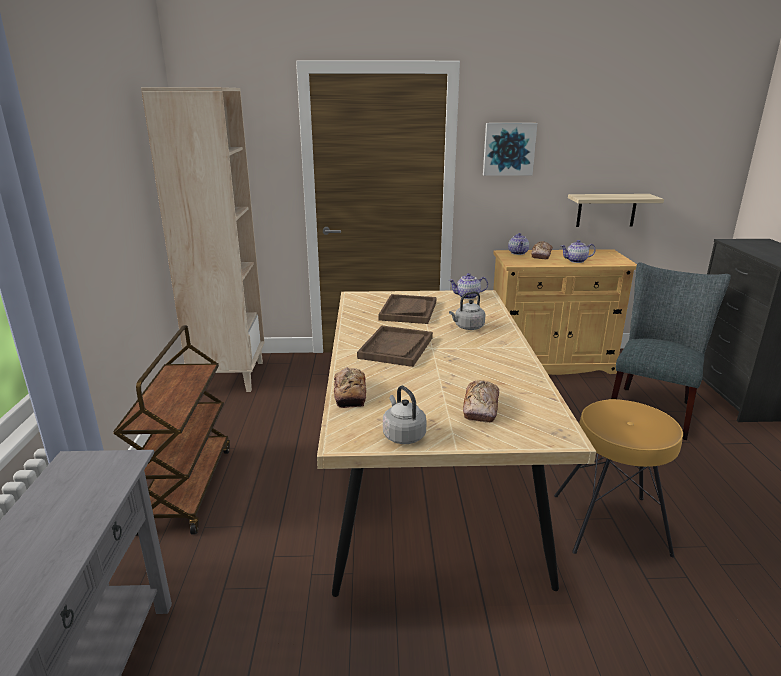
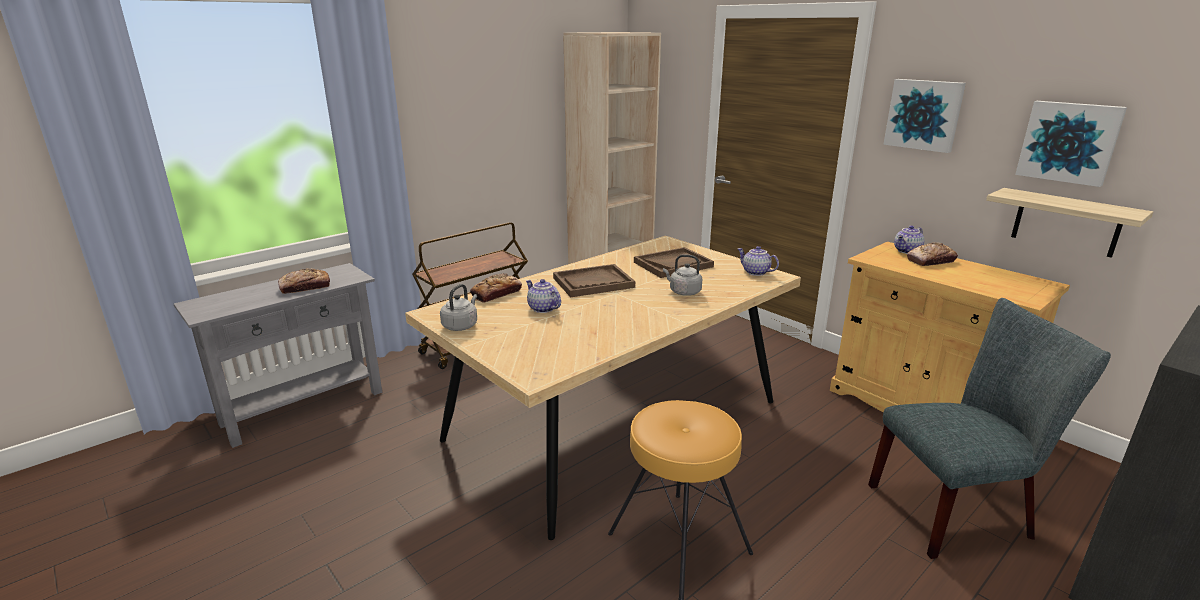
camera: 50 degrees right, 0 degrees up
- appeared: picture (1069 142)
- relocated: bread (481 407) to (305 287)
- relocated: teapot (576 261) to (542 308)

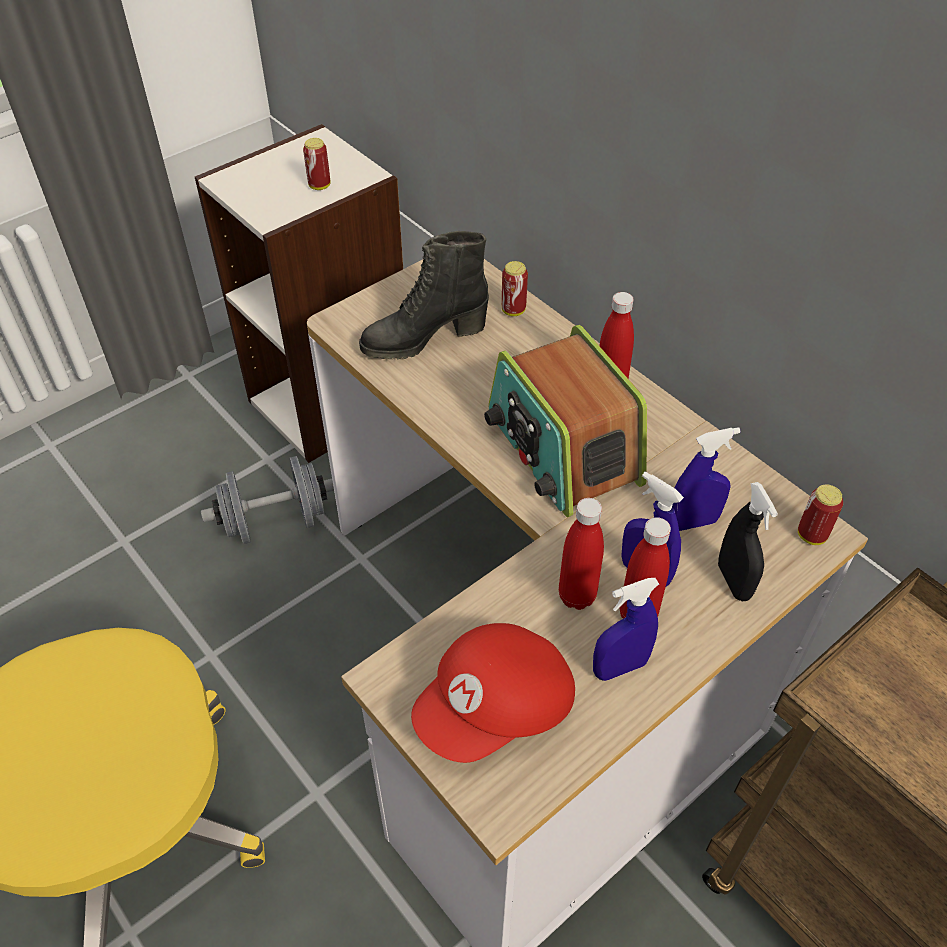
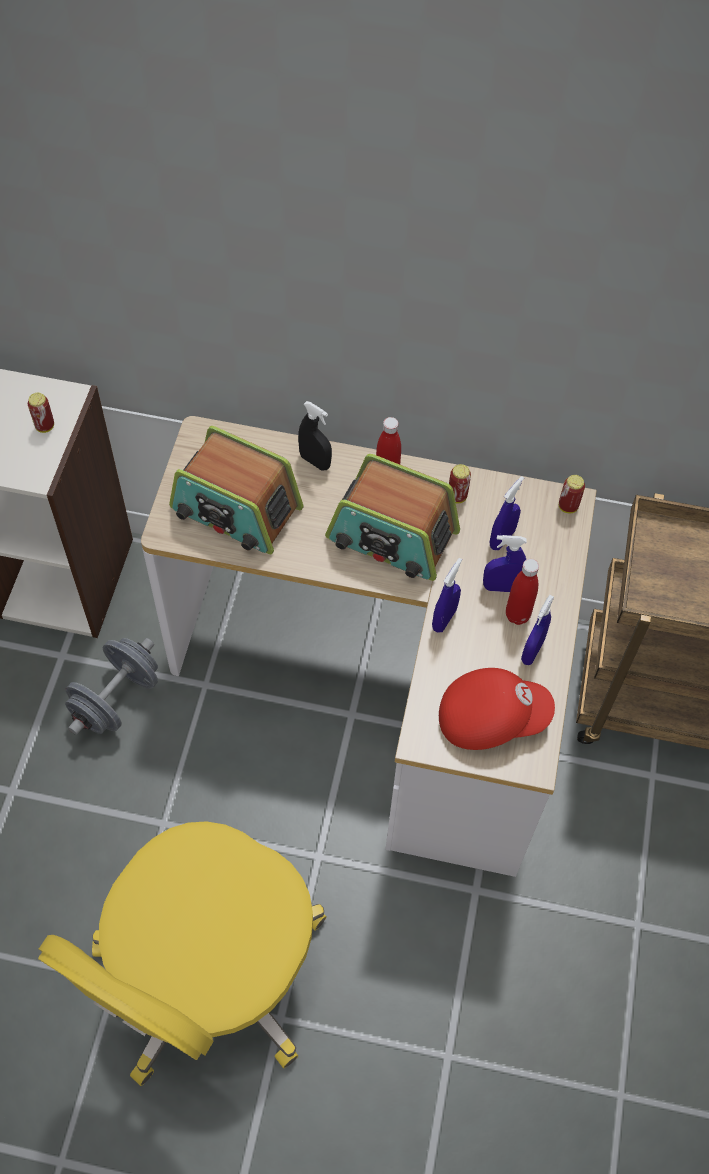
camera: 40 degrees left, 10 degrees up
- missing: red bottle (577 596)
- appeared: blue spray bottle (444 619)
- relocated: can (513 310) to (457 496)
- relocated: black spray bottle (733 581) to (315 461)
- exchanged: black boot (424 338) to radio (236 509)
- spun: red cap (497 709) = (491 717) 105 degrees counterclockwise

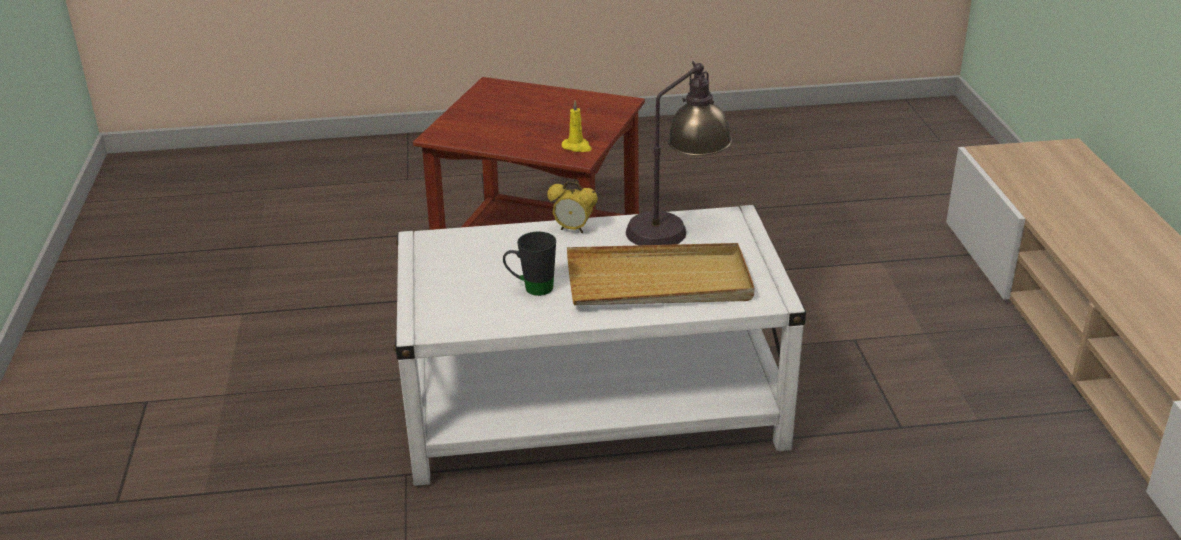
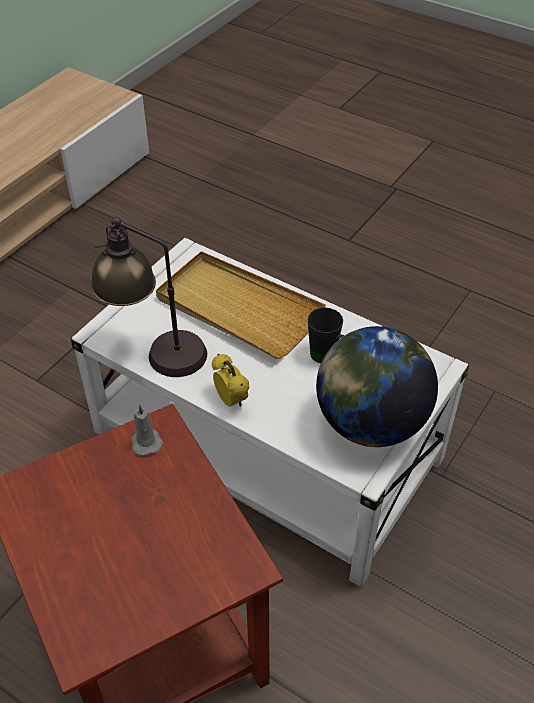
camera: 140 degrees left, 15 degrees up
- appeared: globe (370 423)
- colour: yellow candle (577 147) to grey candle (145 441)

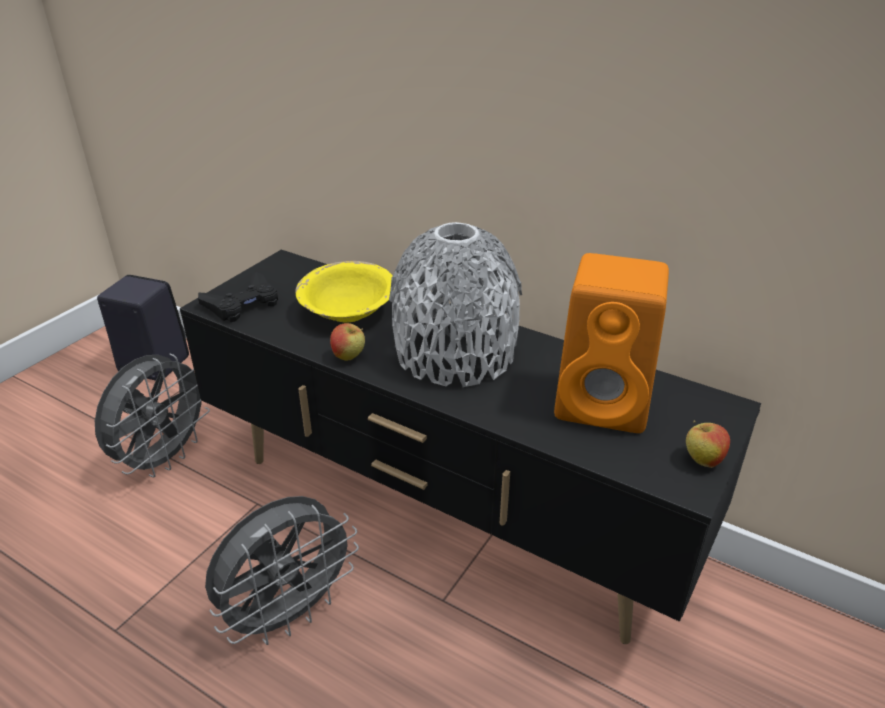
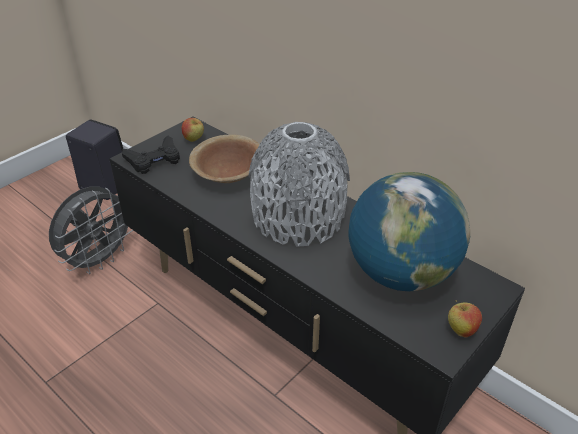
camera: 10 degrees right, 5 degrees up
- missing: grey fan (289 614)
- relocated: apple (349 357) to (194 140)
- exchanged: orange speaker (606 403) to globe (401 273)
- colour: yellow bowl (348 312) to brown bowl (228 174)

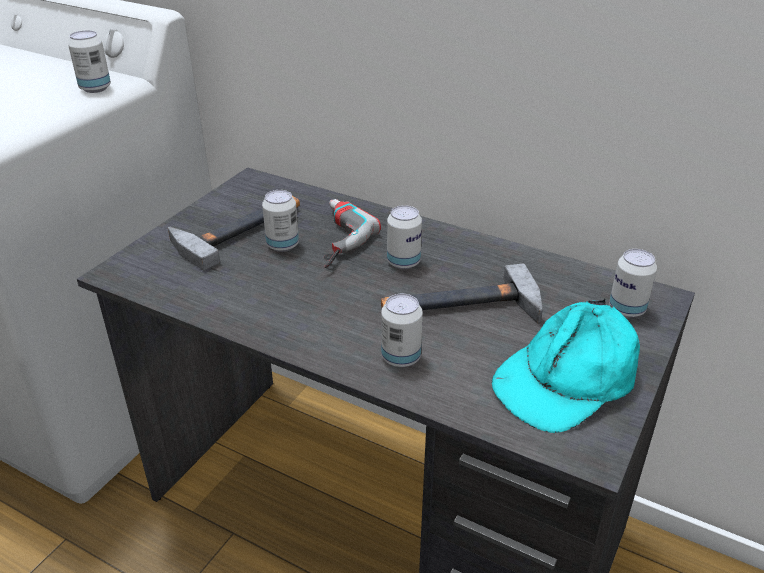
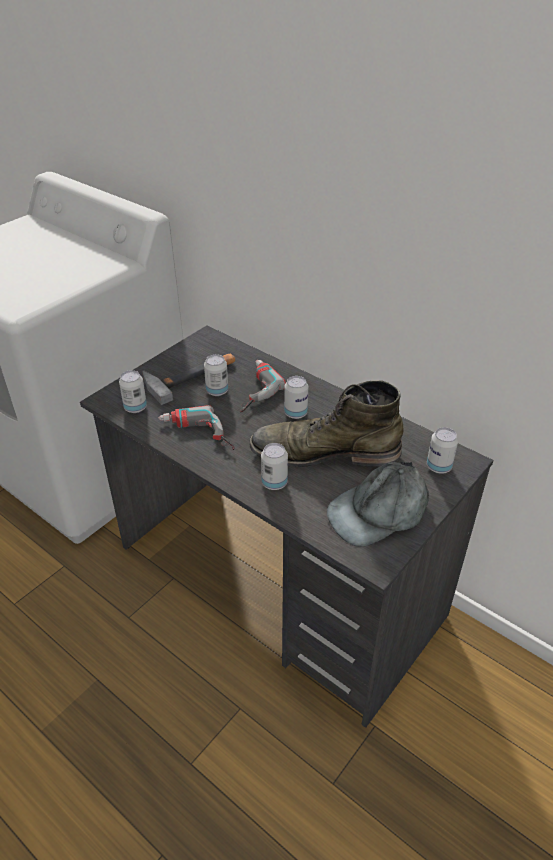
camera: 10 degrees right, 5 degrees up
- appeared: power drill (195 436)
- relocated: can (95 88) to (135 408)
- exchanged: hammer (460 307) to green boot (324 451)
- colour: turquoise cap (567 379) to grey cap (379 511)

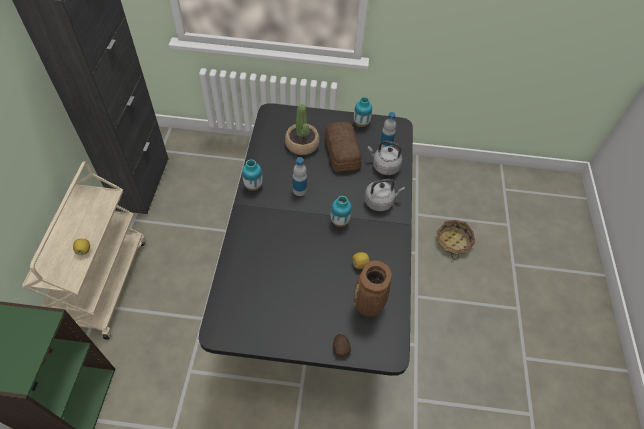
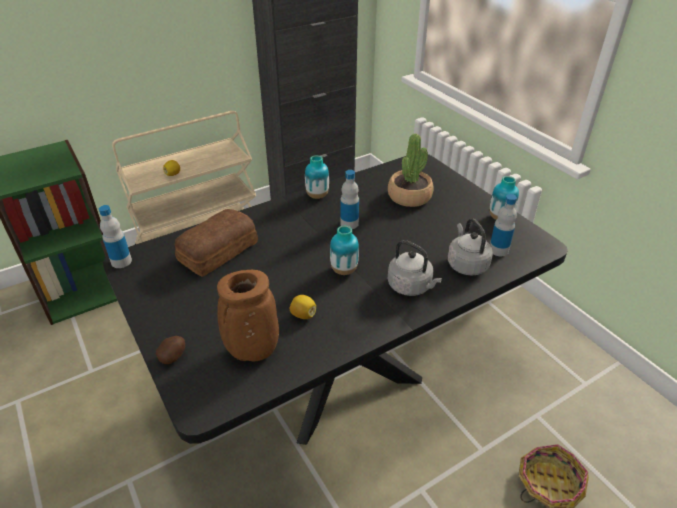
camera: 55 degrees right, 15 degrees down
- appeared: bottle (121 261)
- relocated: bread (341 153) to (216 251)

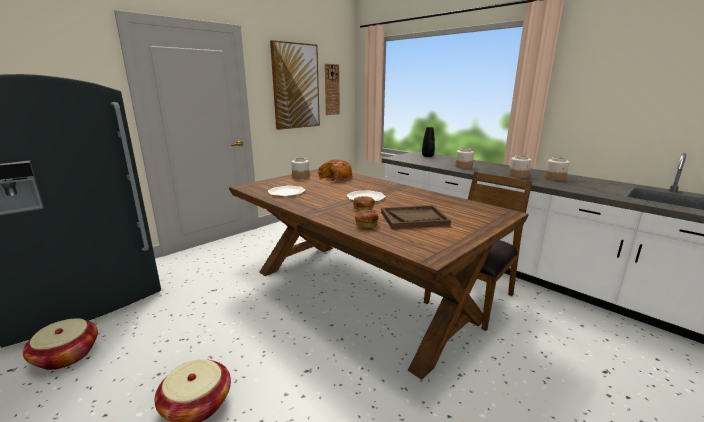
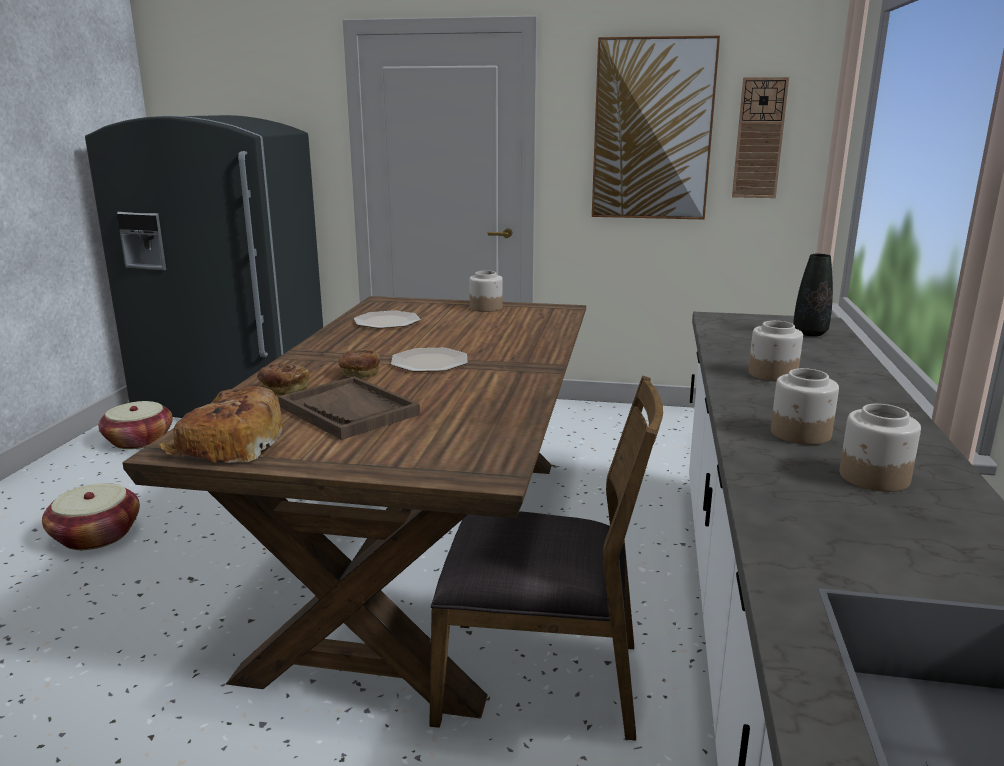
camera: 55 degrees right, 0 degrees up
- relocated: bread (335 178) to (228 445)

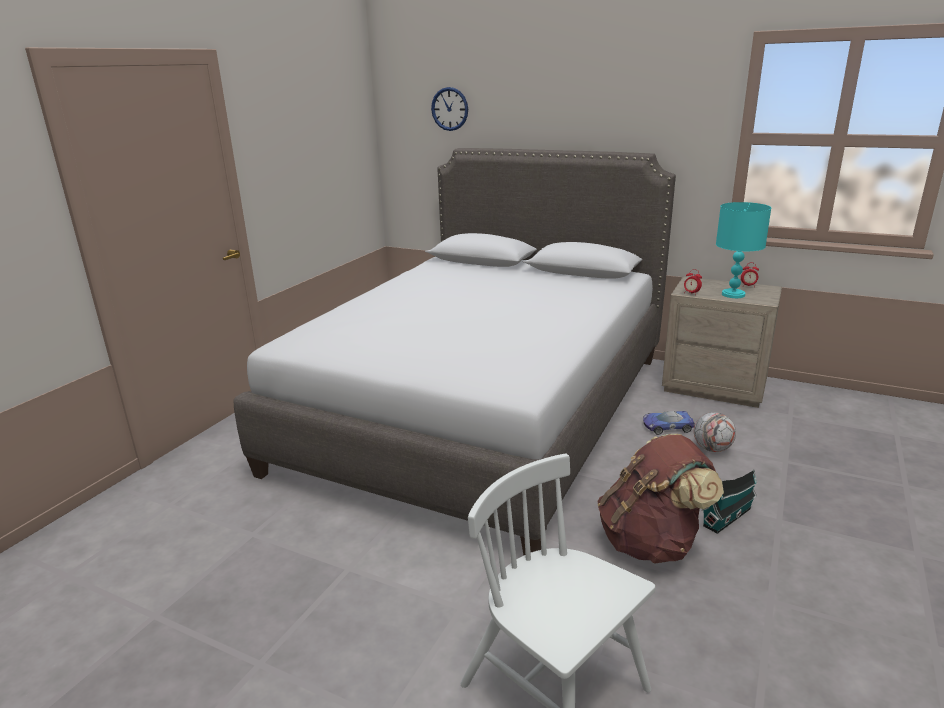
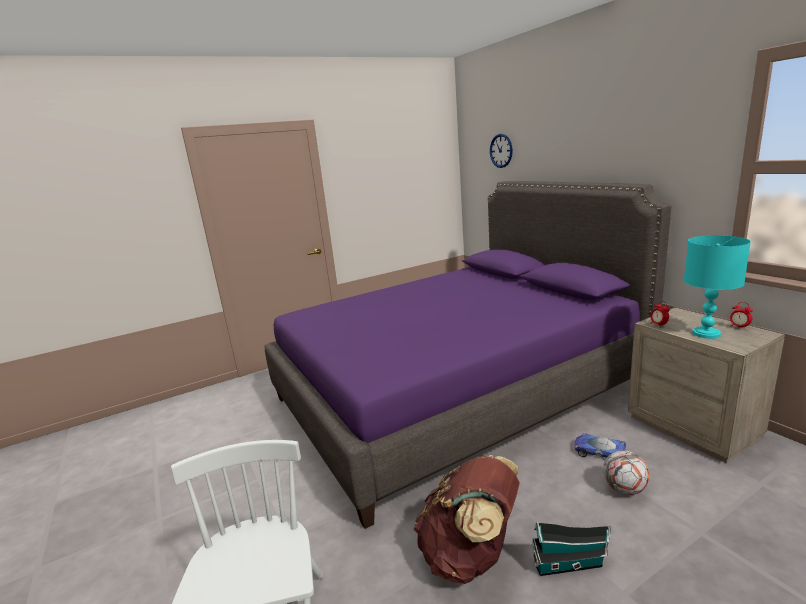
camera: 35 degrees right, 5 degrees down
- colour: grey bed (481 410) to purple bed (455 392)

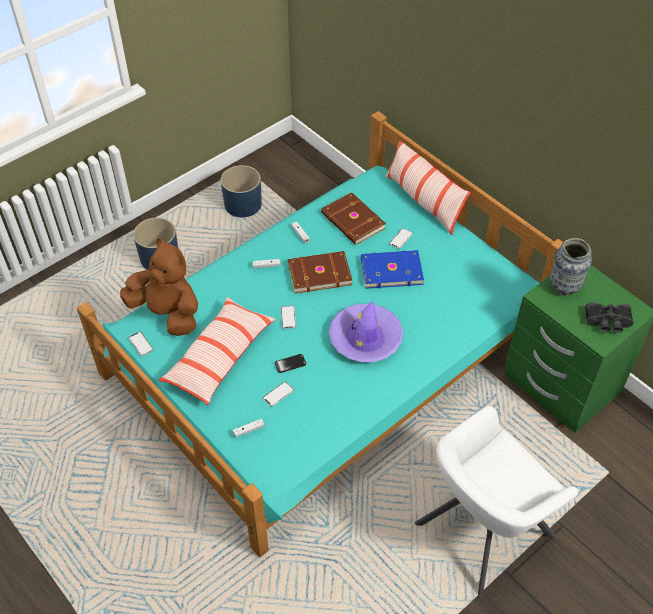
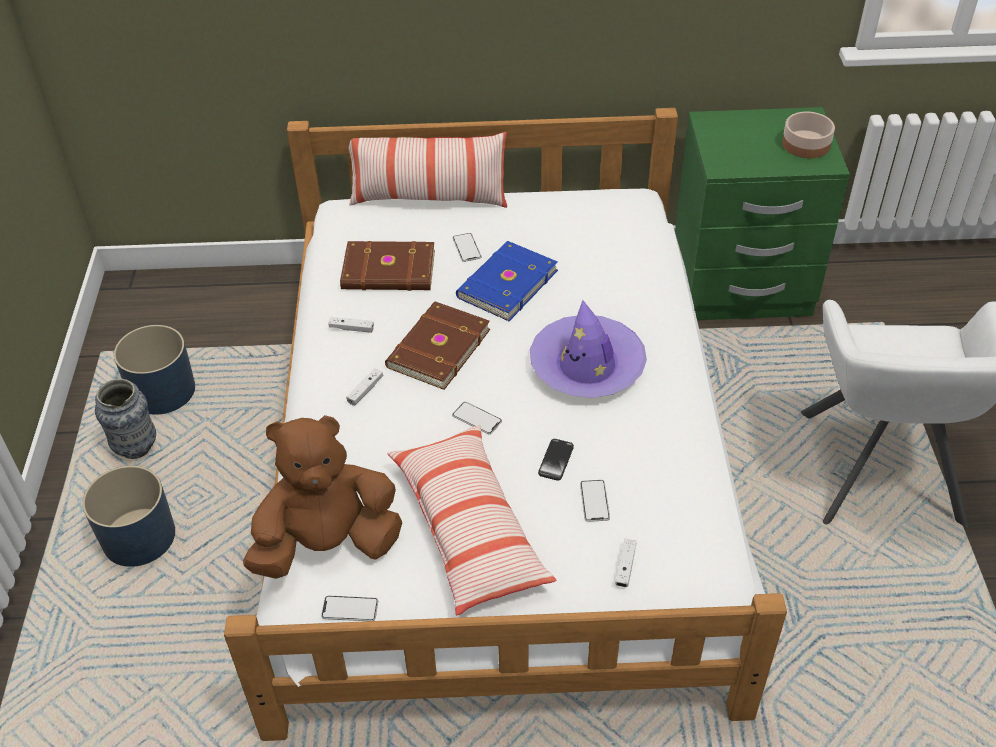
camera: 50 degrees left, 5 degrees down
- relocated: vase (564 287) to (136 448)
- exchanged: black binoculars (607 323) to bowl (805 145)
- colour: turquoise bed (324 353) to white bed (497 457)

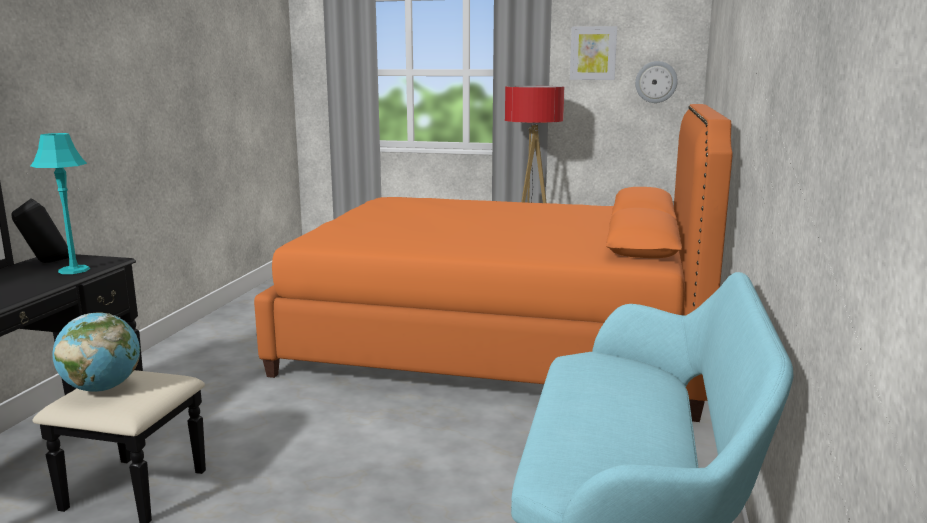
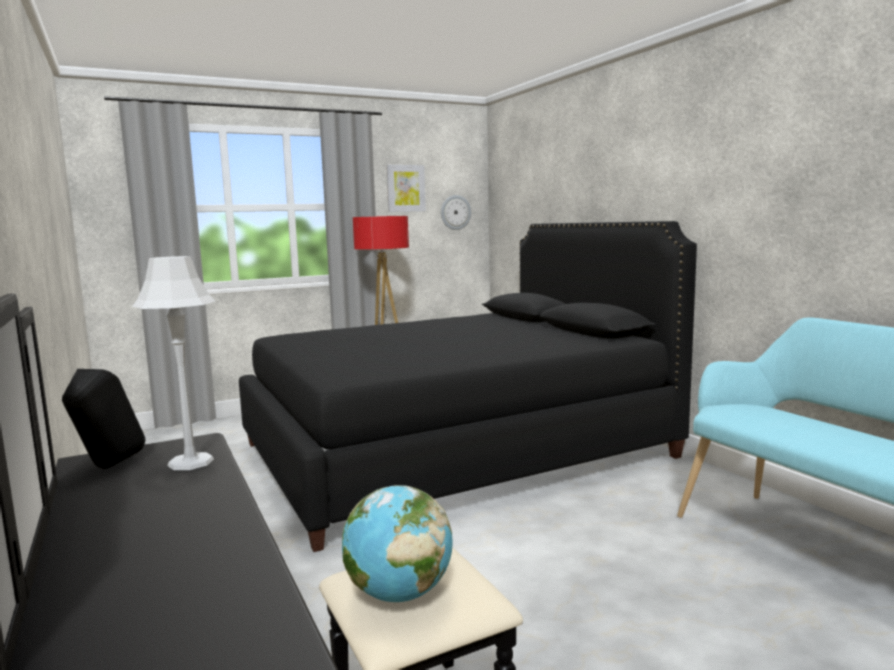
camera: 40 degrees left, 5 degrees down
- colour: turquoise table lamp (74 270) to grey table lamp (191 462)
- colour: orange bed (498 341) to black bed (454 450)

